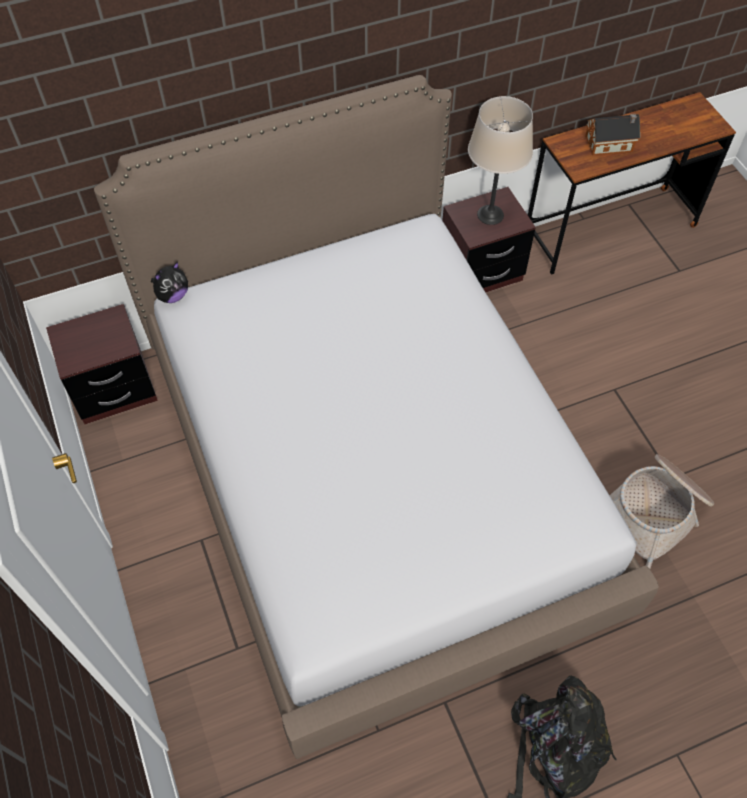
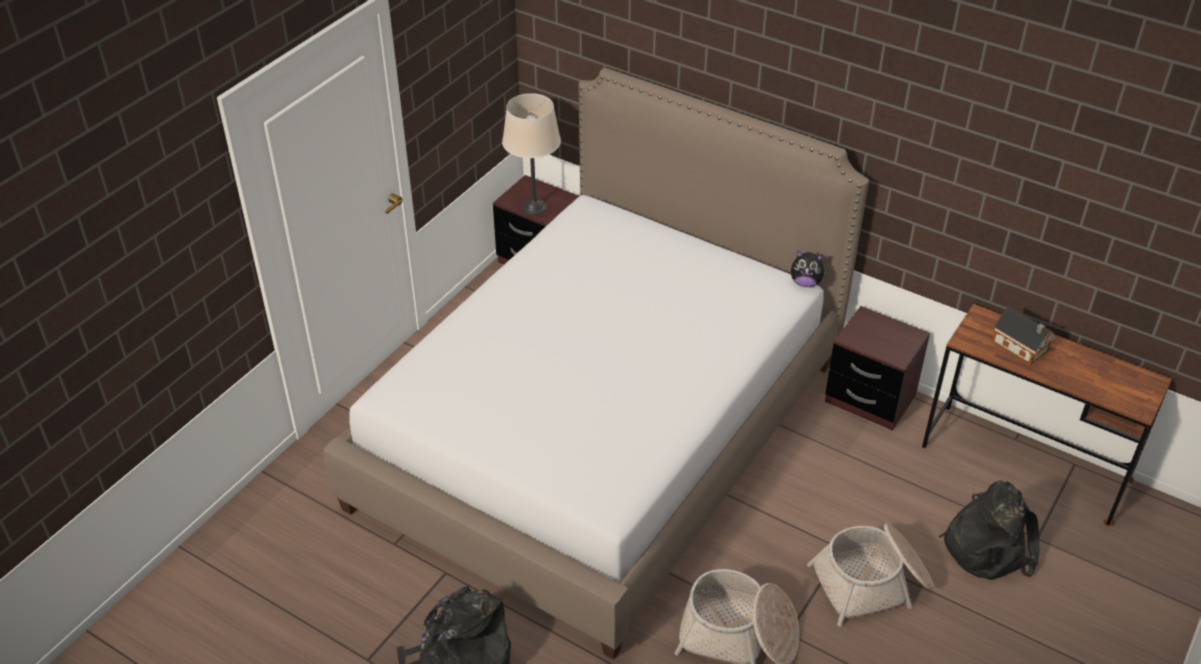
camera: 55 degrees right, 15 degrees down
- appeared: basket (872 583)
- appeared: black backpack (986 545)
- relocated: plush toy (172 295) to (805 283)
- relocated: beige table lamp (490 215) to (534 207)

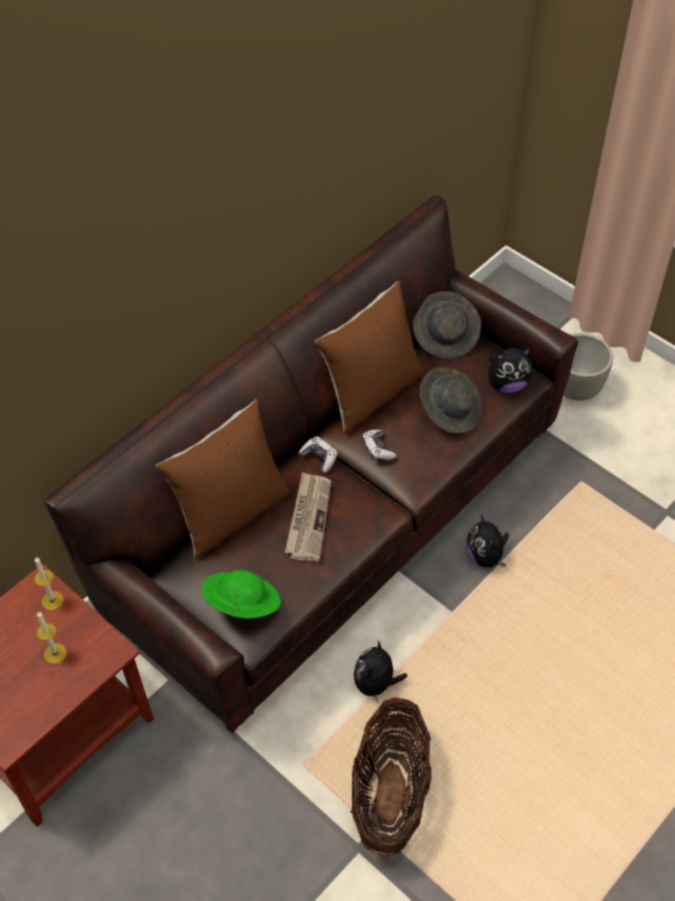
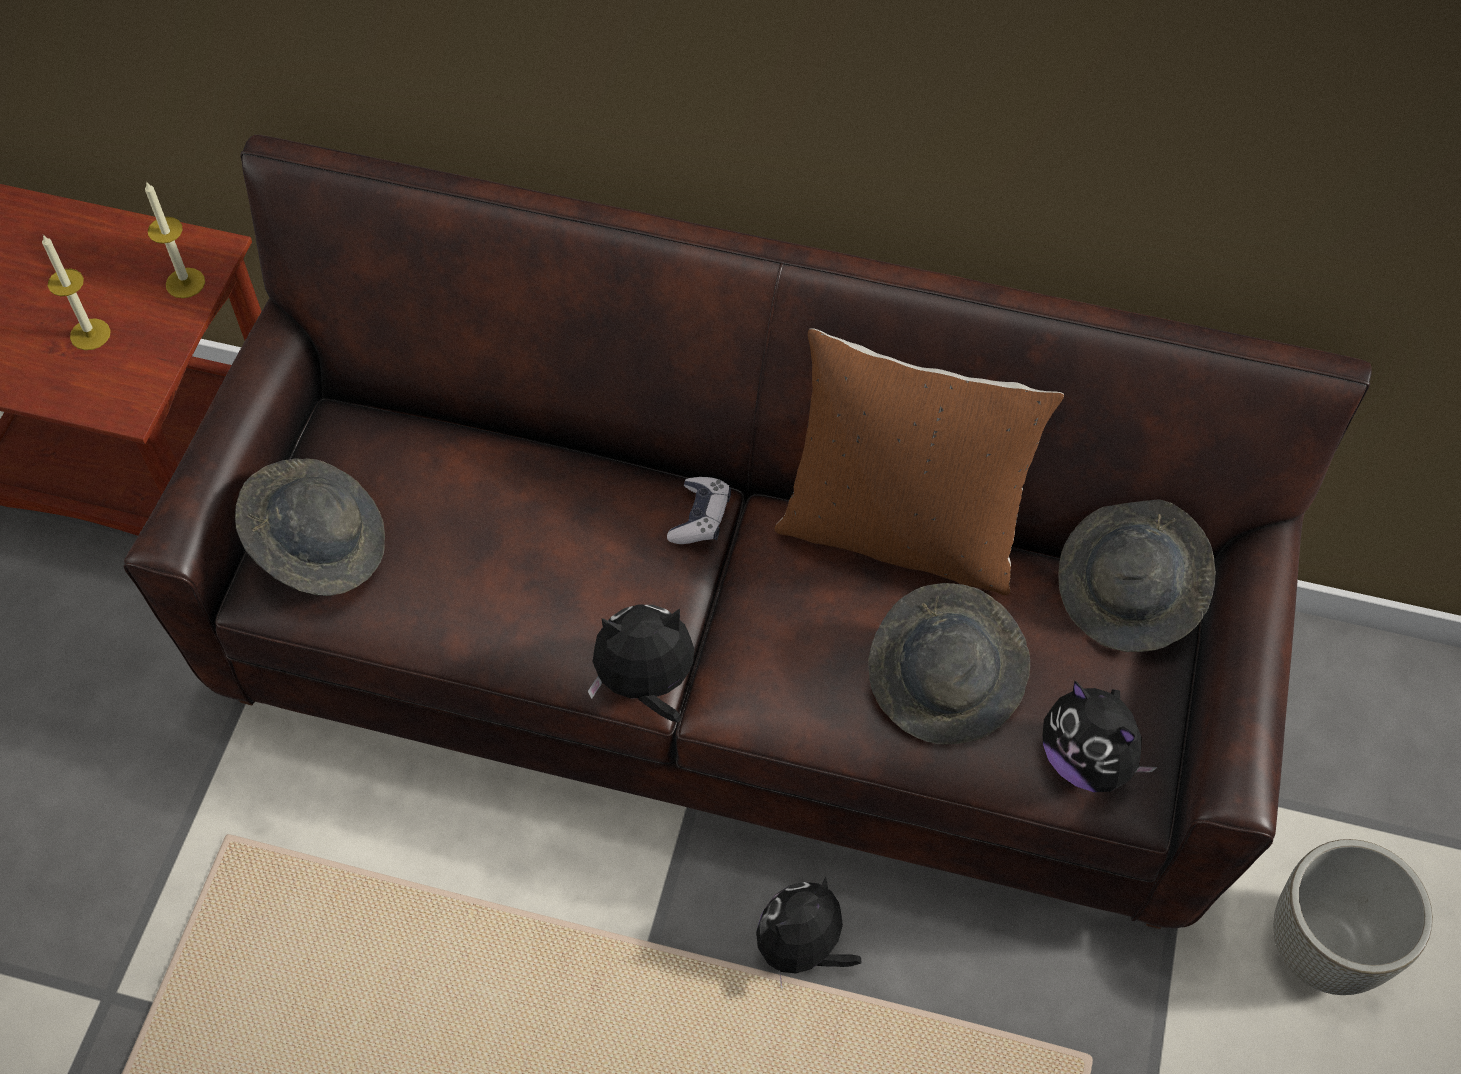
camera: 60 degrees right, 5 degrees up
- missing: brown pillow (230 513)
- missing: newspaper (308 518)
- missing: basket (390 794)
- missing: game controller (377 449)
- relocated: plush toy (376 684) to (645 684)
- colour: green hat (241 604) to grey hat (319 544)

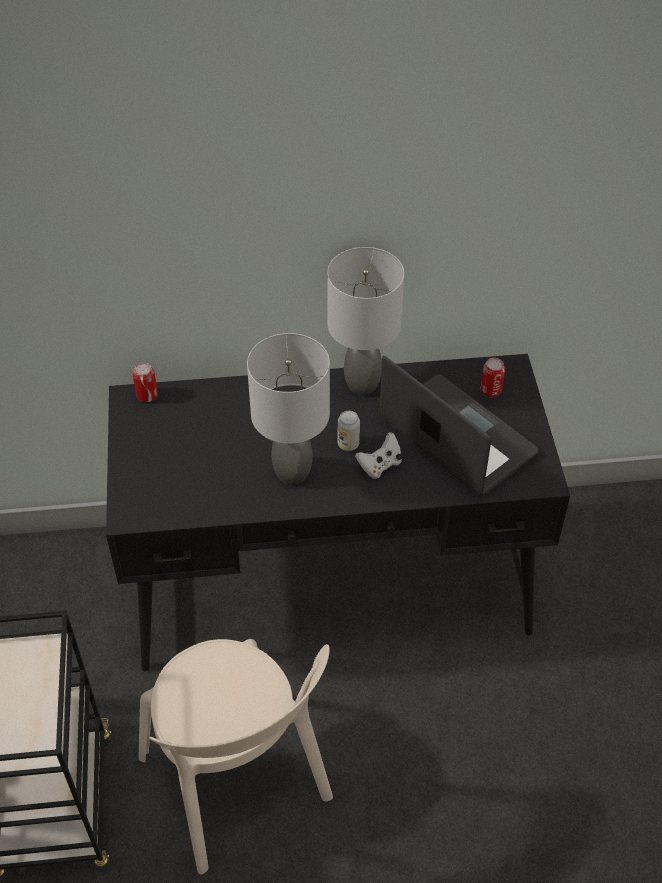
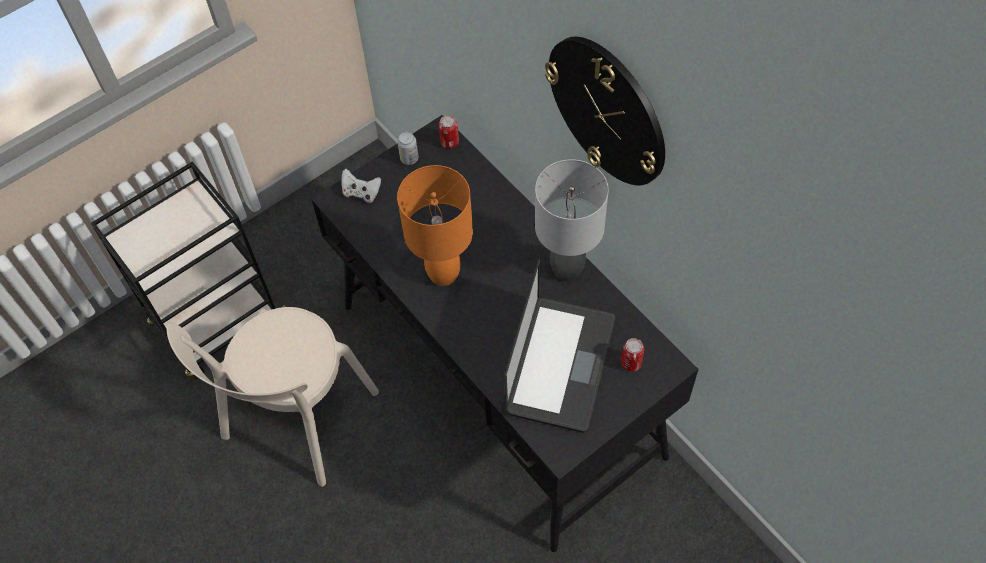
camera: 60 degrees right, 10 degrees up
- appeared: wall clock (607 110)
- relocated: can (348 444) to (409 158)
- relocated: white game controller (380 465) to (361 193)
- colour: grey table lamp (292 471) to orange table lamp (444 273)

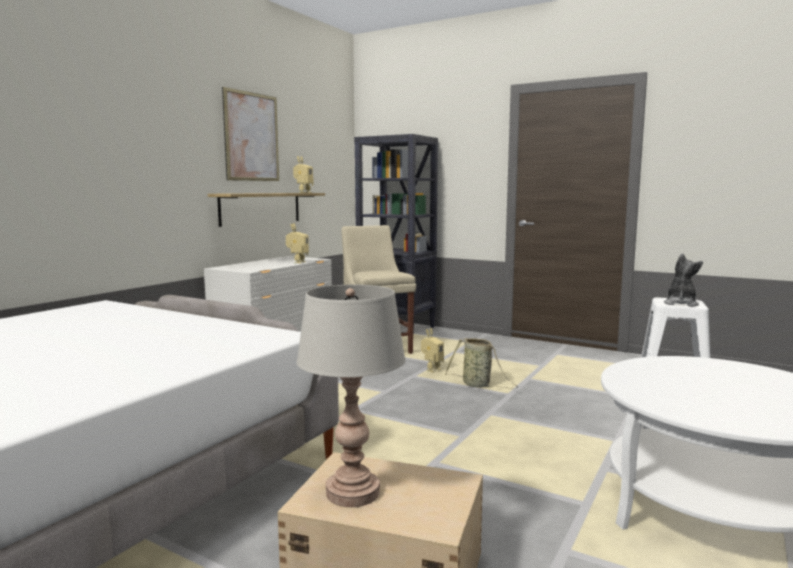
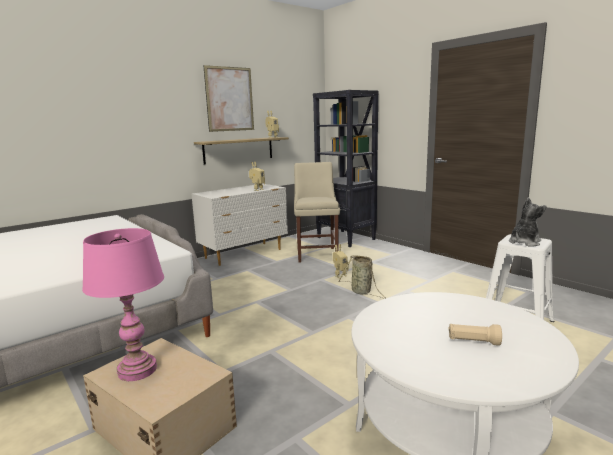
camera: 20 degrees right, 5 degrees up
- appeared: beige flashlight (473 342)
- colour: grey table lamp (353 492) to pink table lamp (137 370)

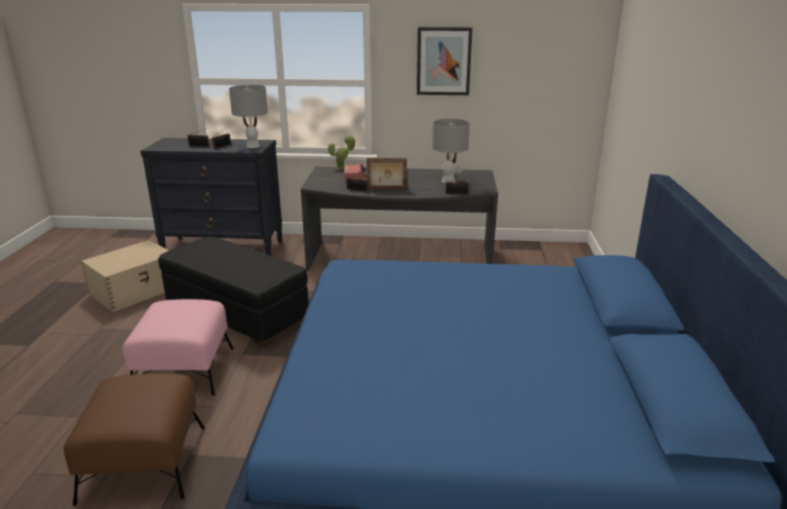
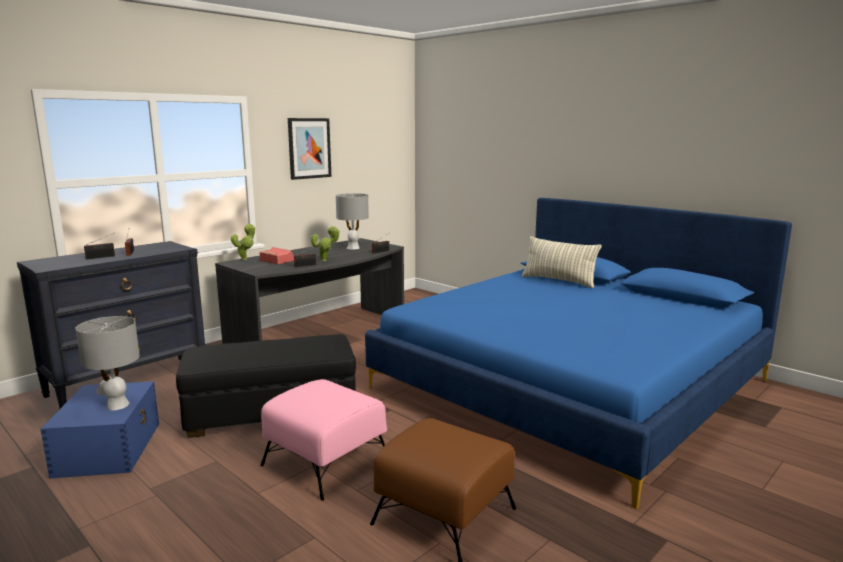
camera: 50 degrees left, 10 degrees down
- appeared: pillow (558 281)
- relocated: grey table lamp (253 146) to (117 405)
- exchanged: picture frame (386 189) to potted plant (325 260)
- colour: beige storage box (136 290) to blue storage box (109 448)

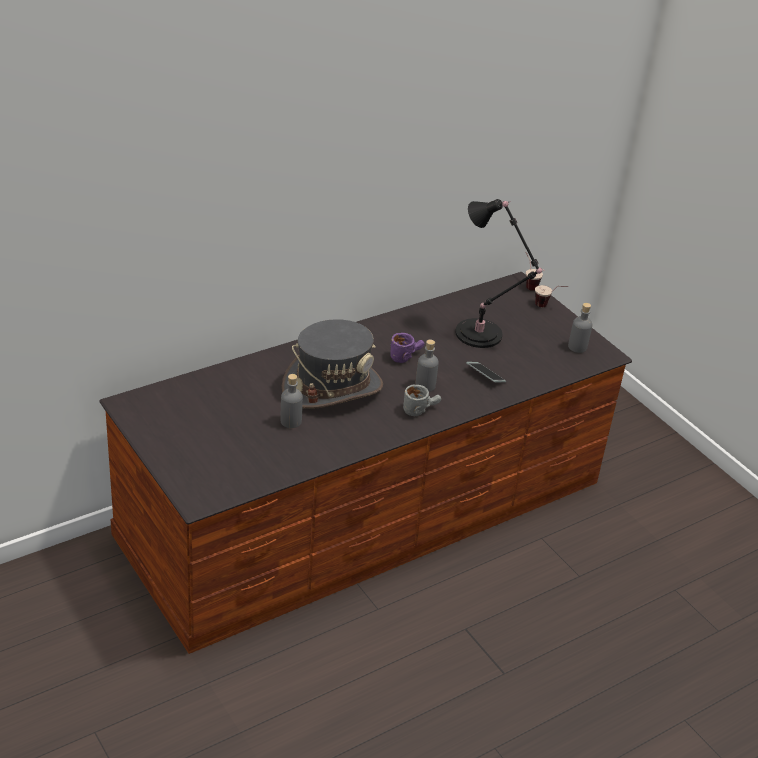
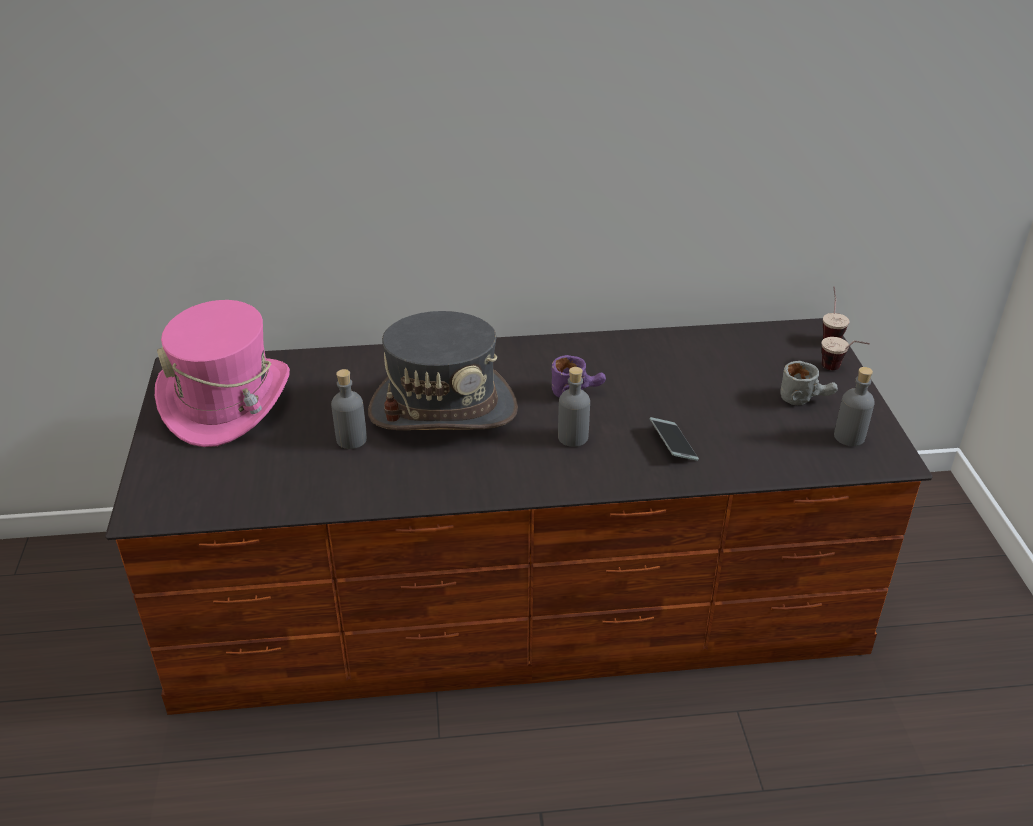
camera: 30 degrees right, 0 degrees up
- missing: black table lamp (482 335)
- appeared: pink hat (227 401)
- relocated: grey mug (420 409) to (806 398)

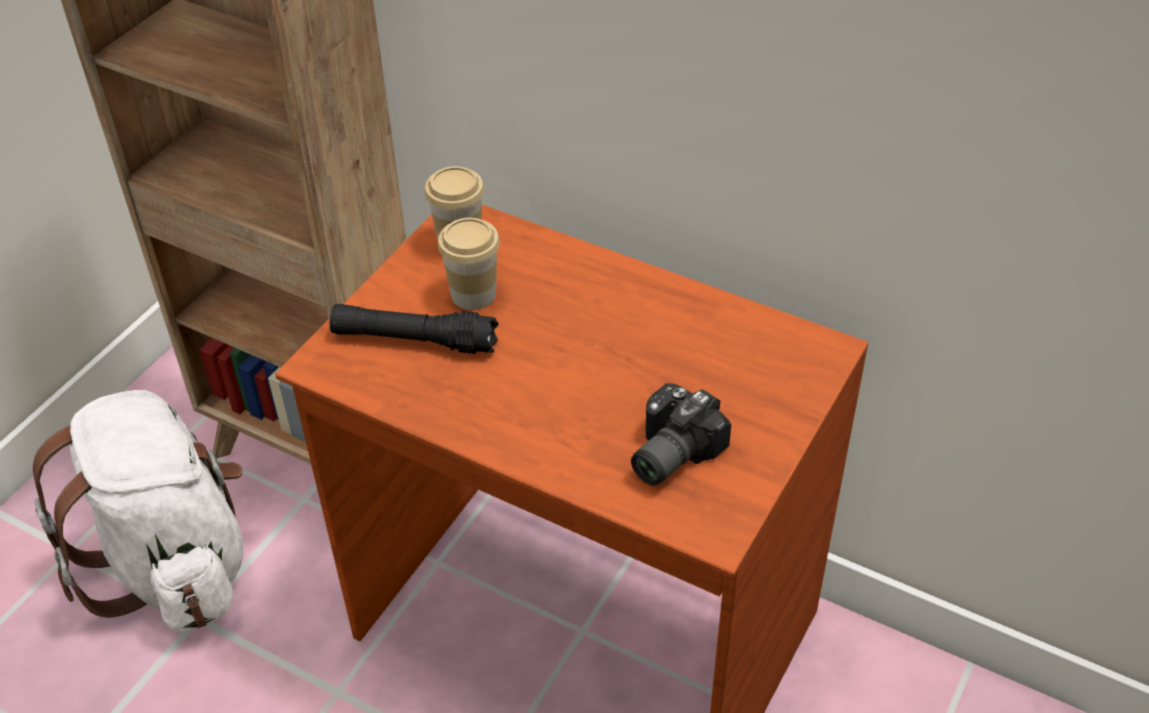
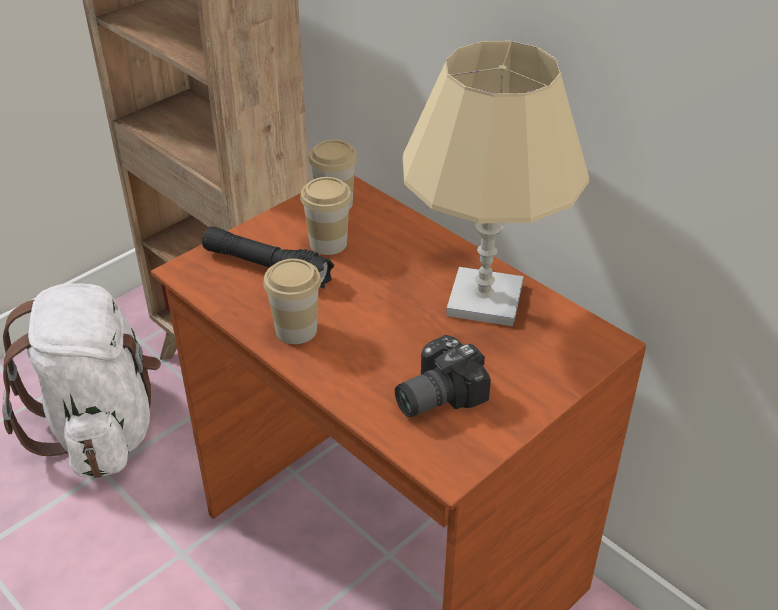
camera: 15 degrees right, 5 degrees down
- appeared: cup (296 330)
- appeared: beige table lamp (483 299)

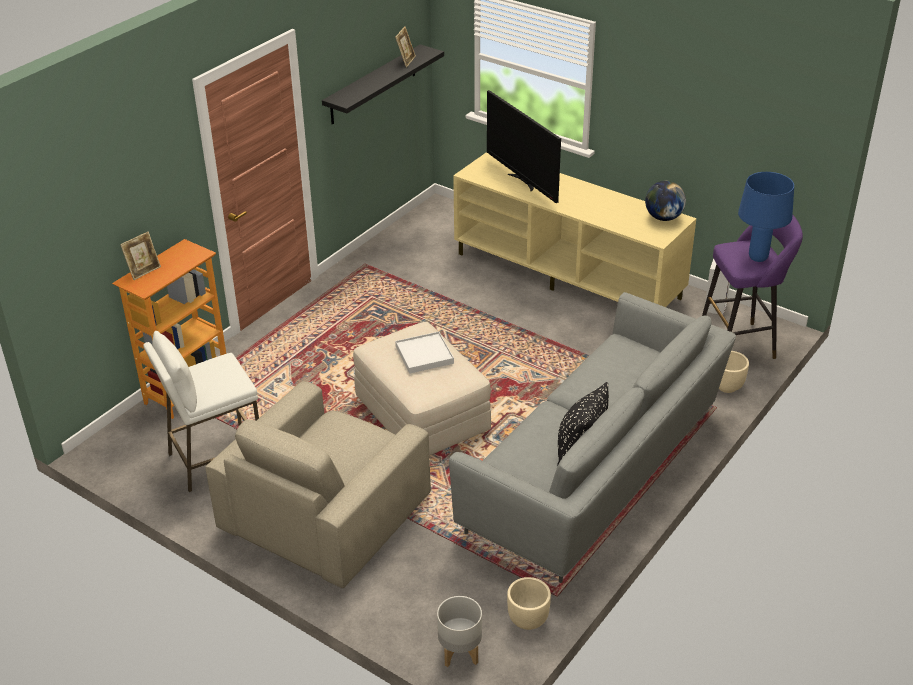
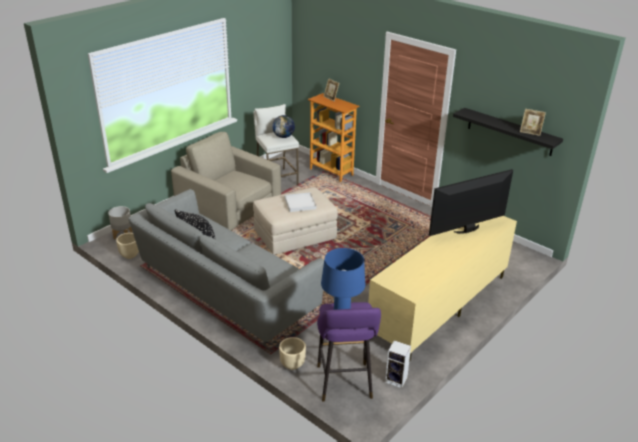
camera: 95 degrees right, 5 degrees down
- relocated: globe (663 217) to (283 136)

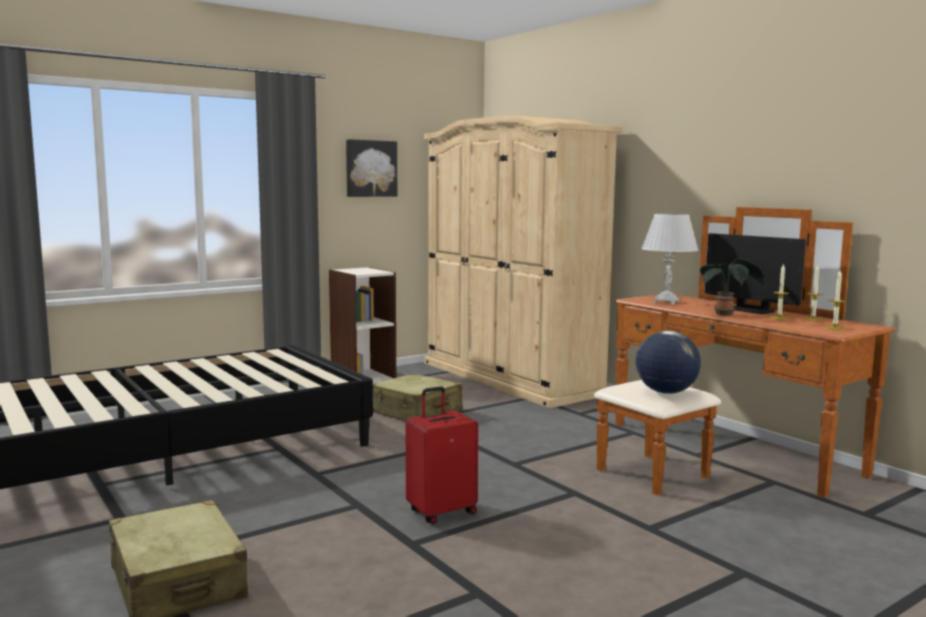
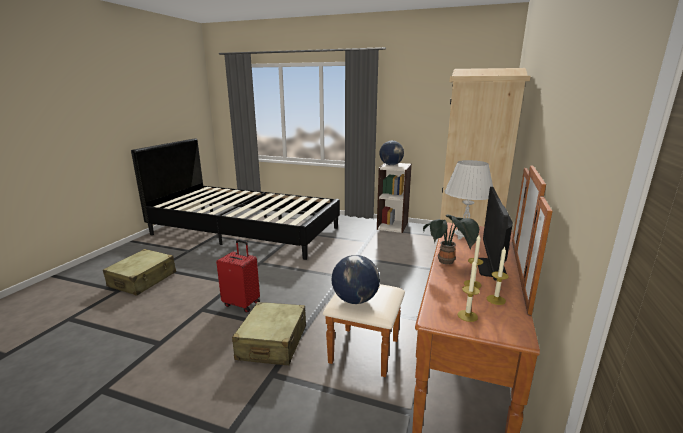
camera: 55 degrees right, 10 degrees up
- missing: picture (370 168)
- appeared: globe (391 165)
- relocated: beige suitcase (416 413) to (272 343)

